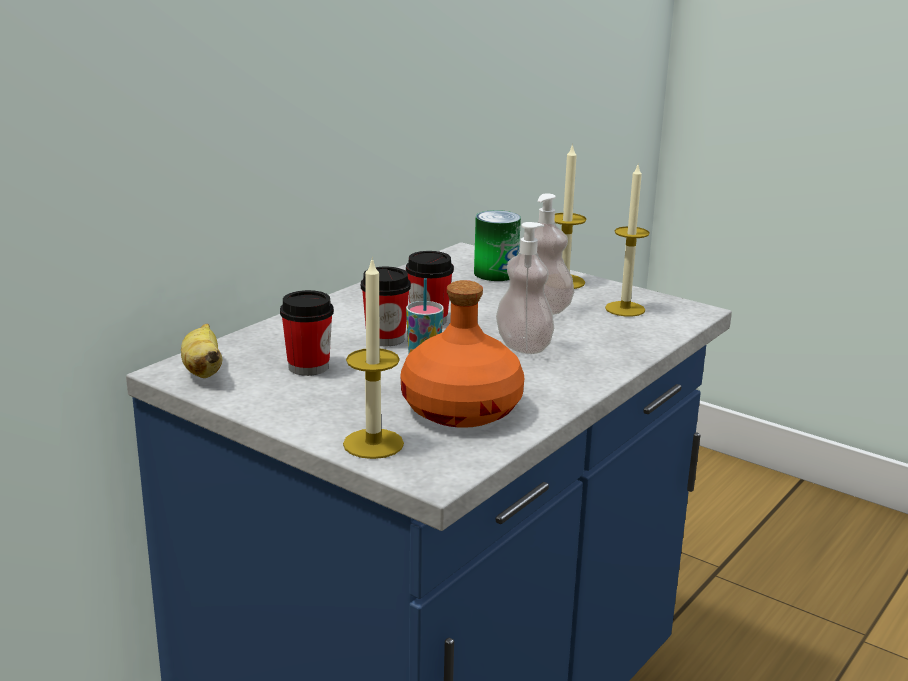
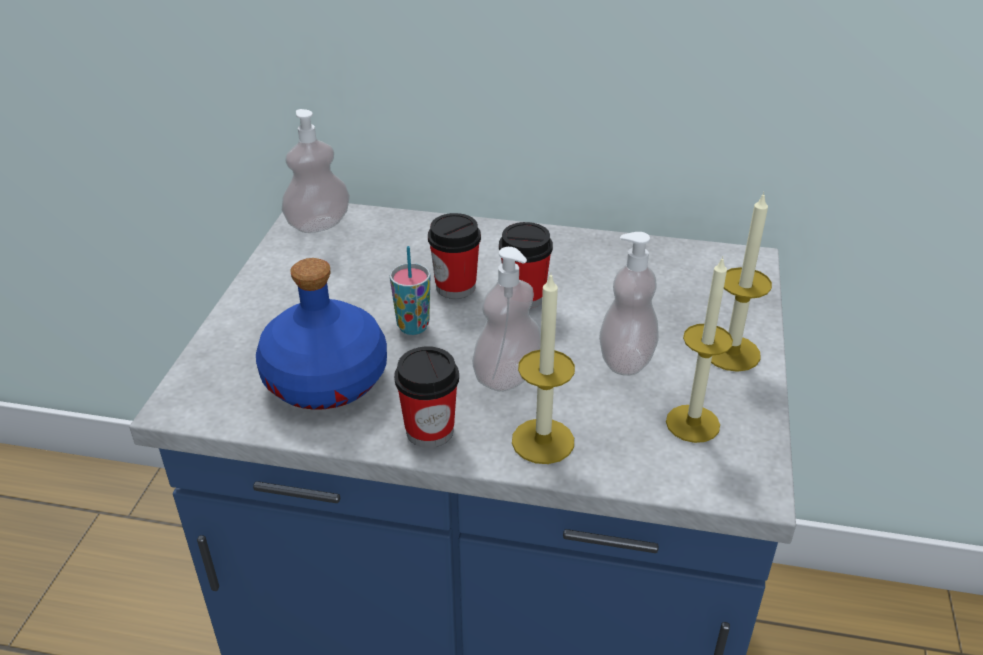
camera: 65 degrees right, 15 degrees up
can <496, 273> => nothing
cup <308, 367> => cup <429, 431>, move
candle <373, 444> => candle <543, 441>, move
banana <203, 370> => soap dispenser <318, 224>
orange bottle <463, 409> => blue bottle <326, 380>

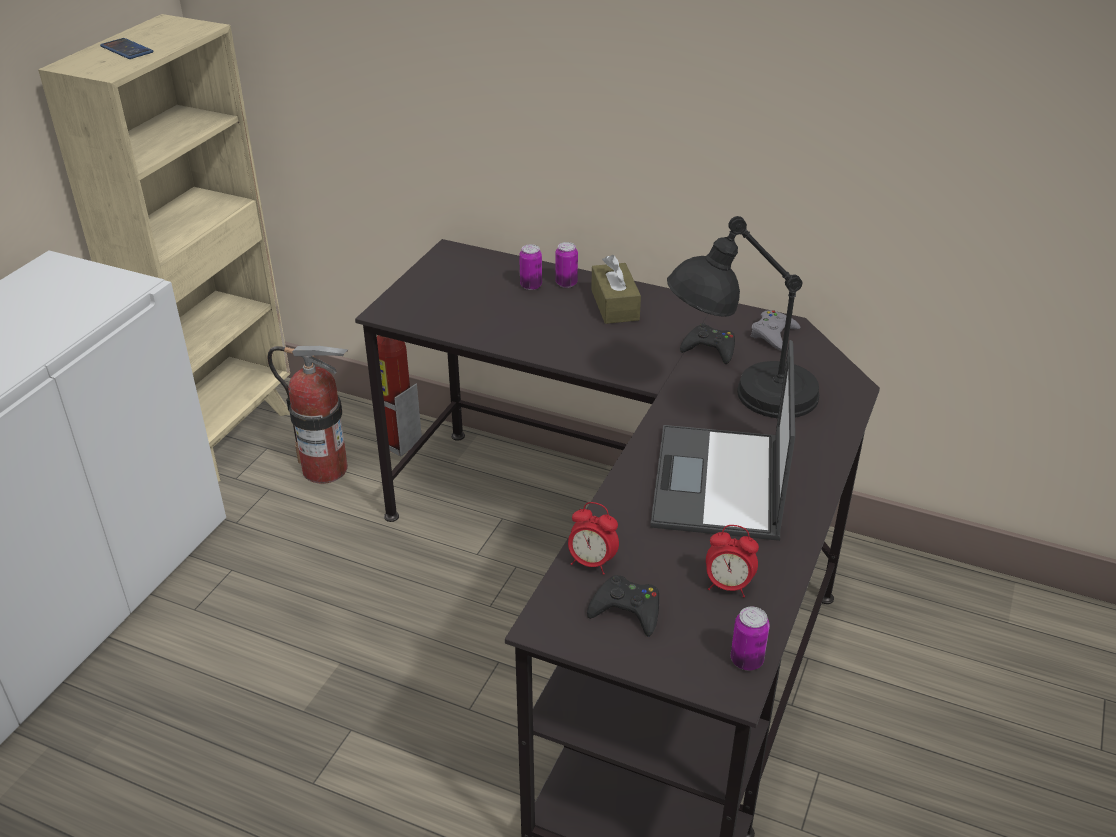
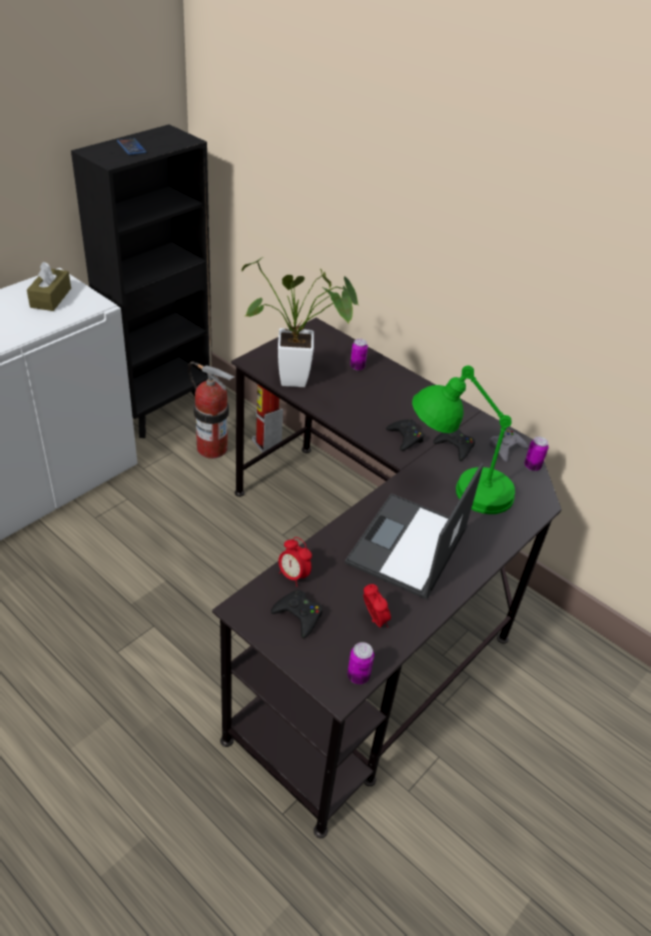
camera: 15 degrees right, 5 degrees up
nothing => potted plant <301, 381>
nothing => black game controller <405, 437>
can <566, 283> => can <532, 466>, move
brown tissue box <615, 305> => brown tissue box <51, 298>, move
beige bookcase <226, 435> => black bookcase <162, 408>
black table lamp <741, 398> => green table lamp <457, 489>
alarm clock <728, 586> => alarm clock <374, 620>, 150 degrees counterclockwise

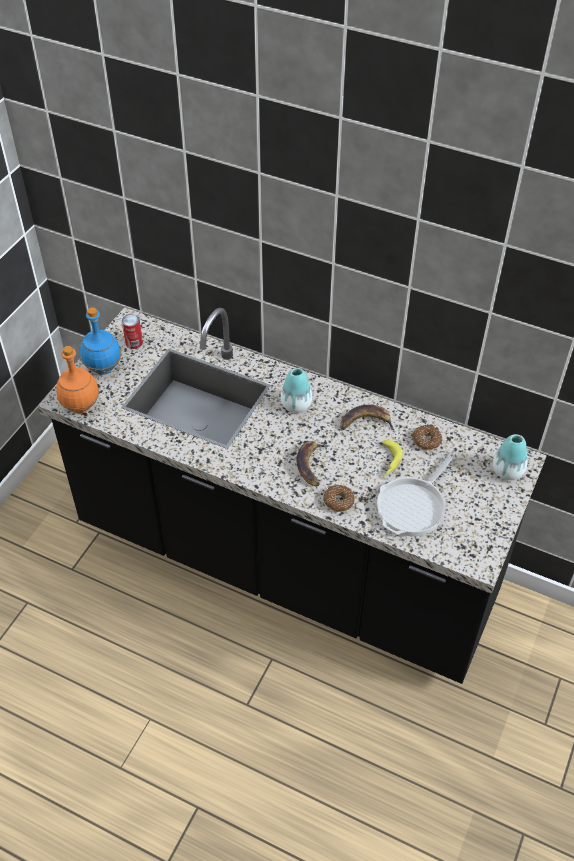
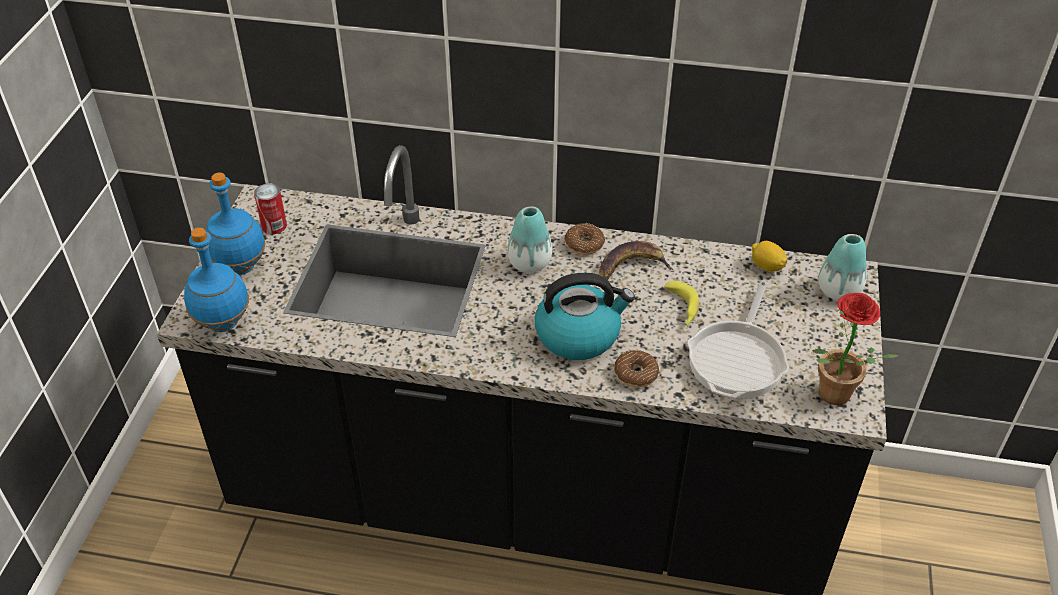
camera: 15 degrees left, 5 degrees down
nothing => lemon <766, 266>
nothing => potted plant <832, 398>
donut <426, 441> => donut <584, 244>, move
banana <310, 465> => kettle <579, 334>
orange bottle <81, 406> => blue bottle <224, 322>

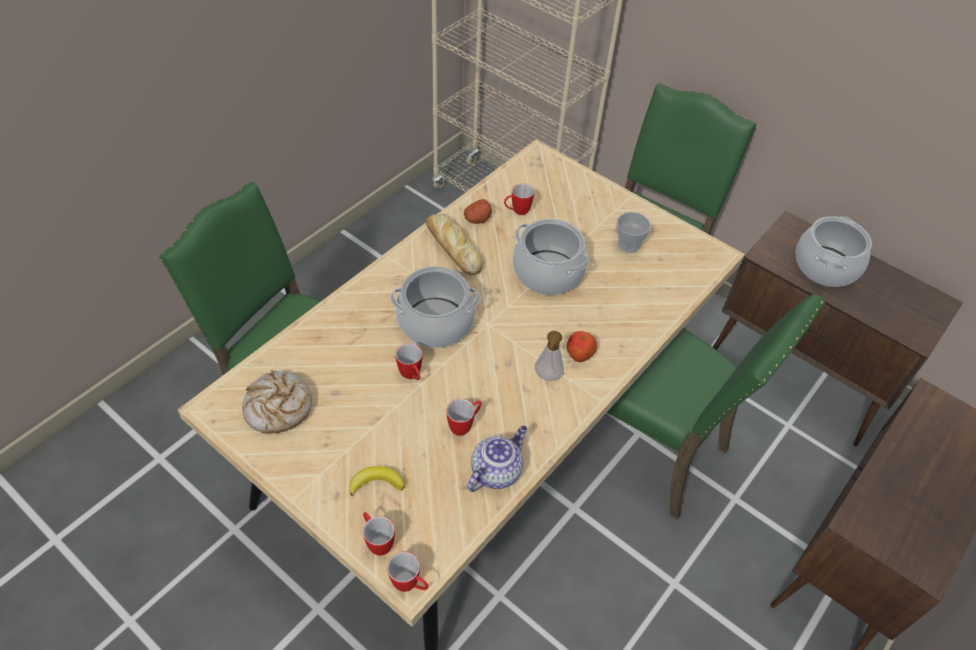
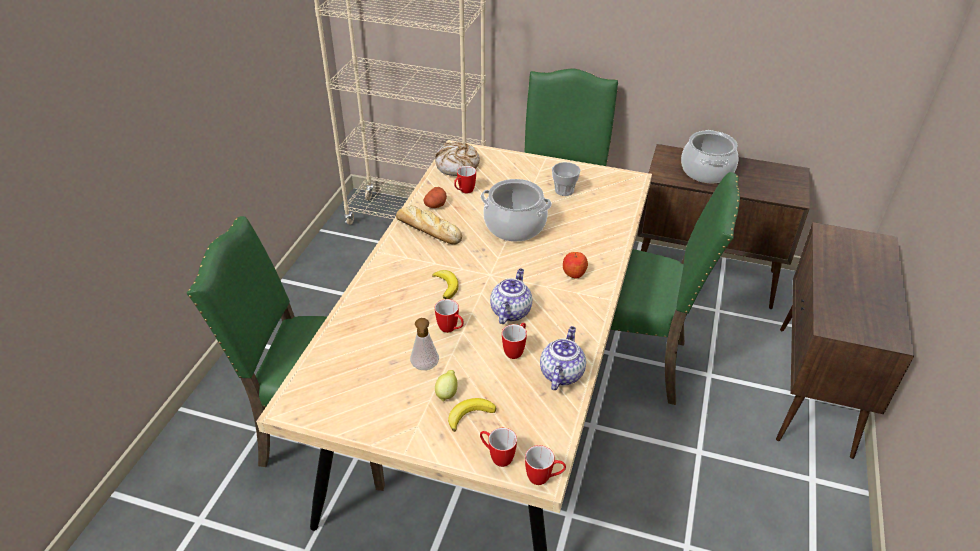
camera: 20 degrees left, 10 degrees down
nothing => lemon <447, 393>
nothing => teapot <510, 311>
bread <278, 408> => bread <457, 165>, move
soap dispenser <547, 377> => soap dispenser <425, 368>, move
cooking pot <435, 322> => banana <446, 286>

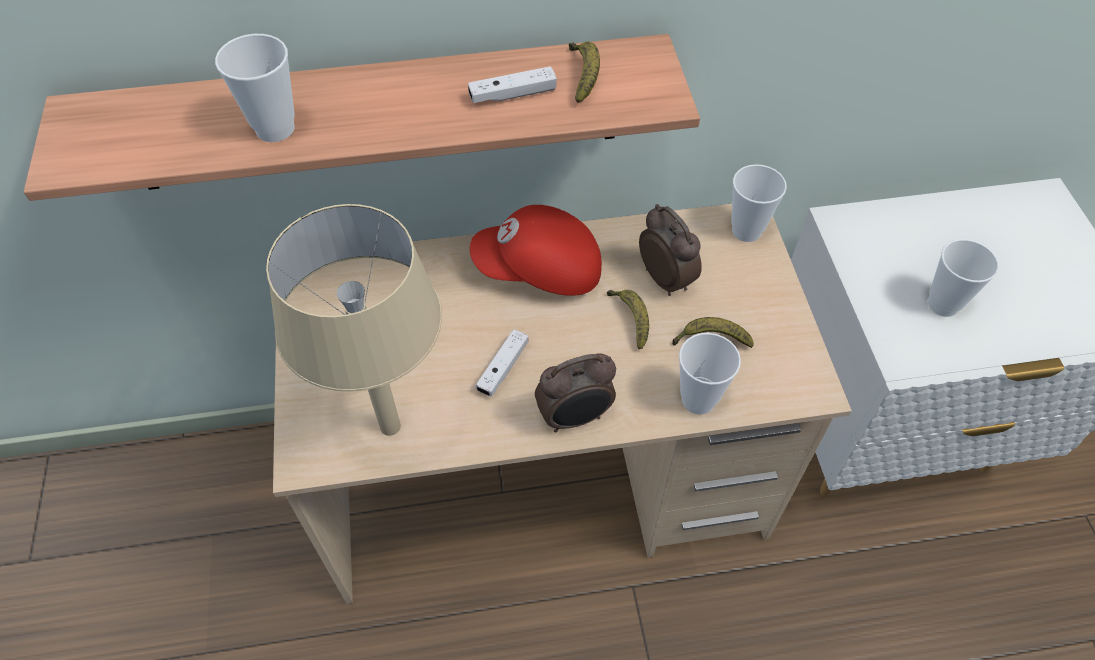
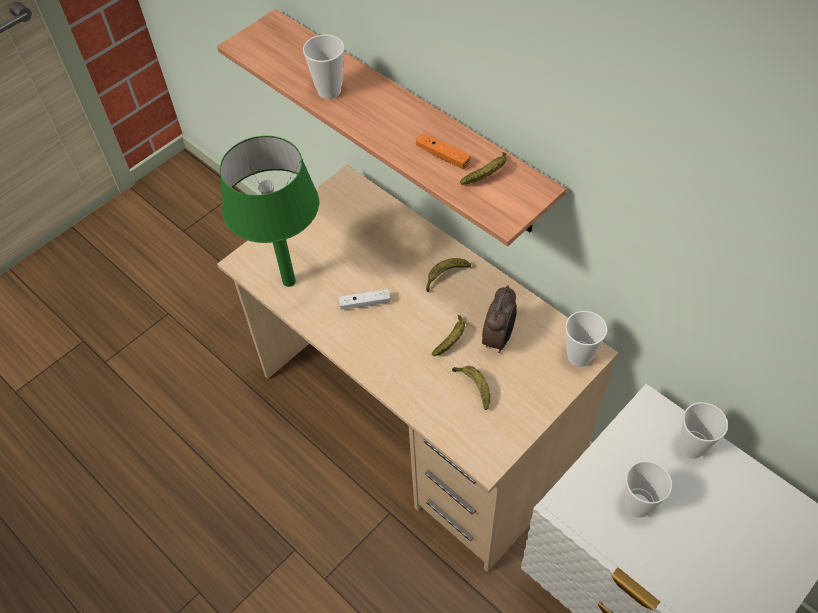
camera: 55 degrees right, 0 degrees up
alarm clock <575, 418> => nothing
cup <698, 400> => cup <691, 447>, move
red cap <540, 271> => banana <445, 276>
beige table lamp <391, 427> => green table lamp <289, 282>
white game controller <512, 94> => orange game controller <442, 156>

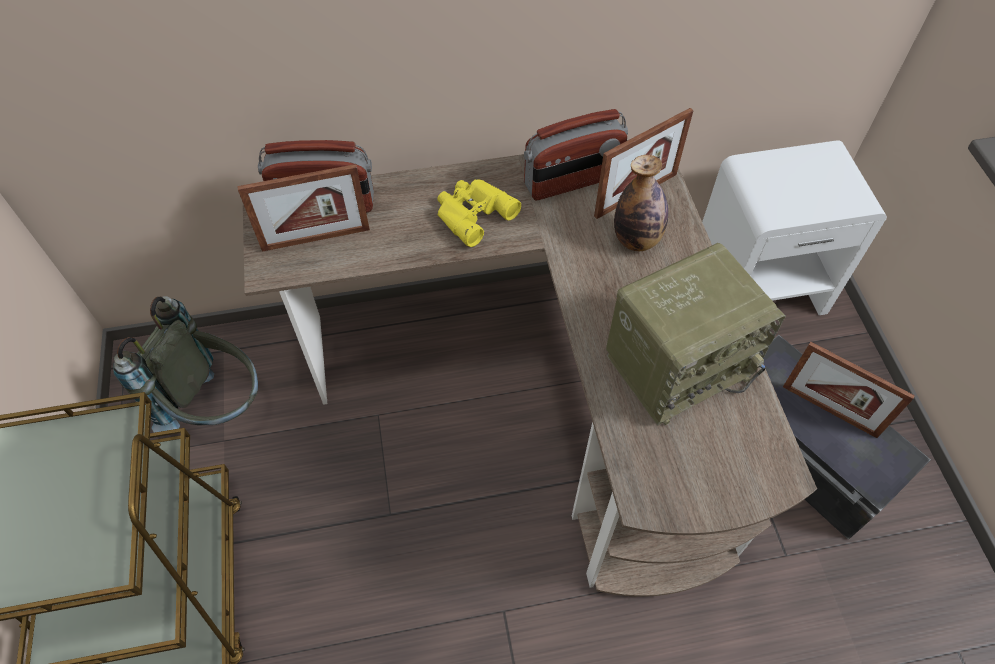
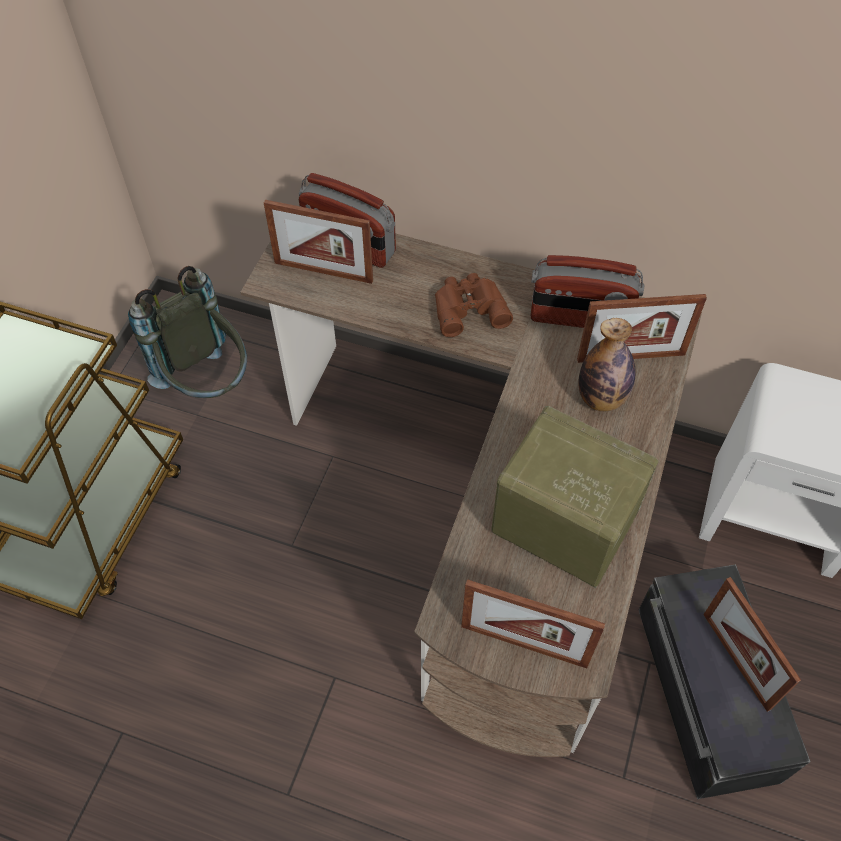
camera: 30 degrees right, 0 degrees up
nothing => picture frame <524, 645>
yellow binoculars <472, 213> => brown binoculars <468, 307>
radio <679, 363> => radio <560, 525>, 150 degrees counterclockwise

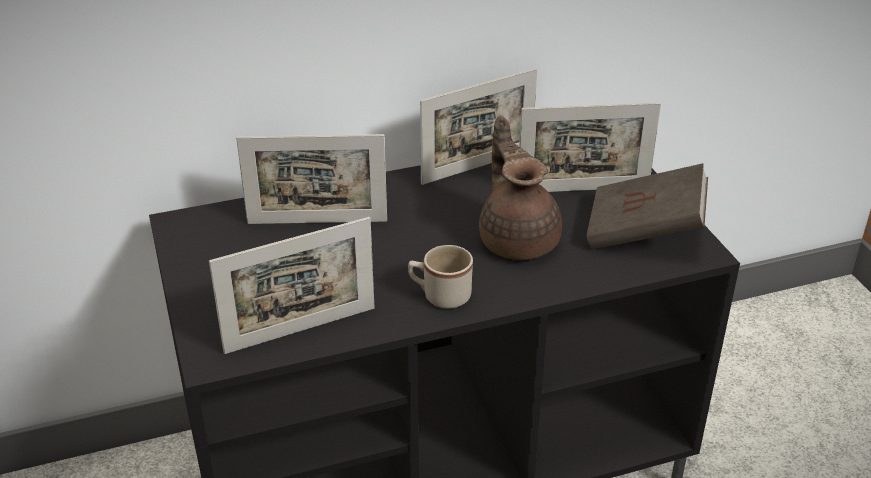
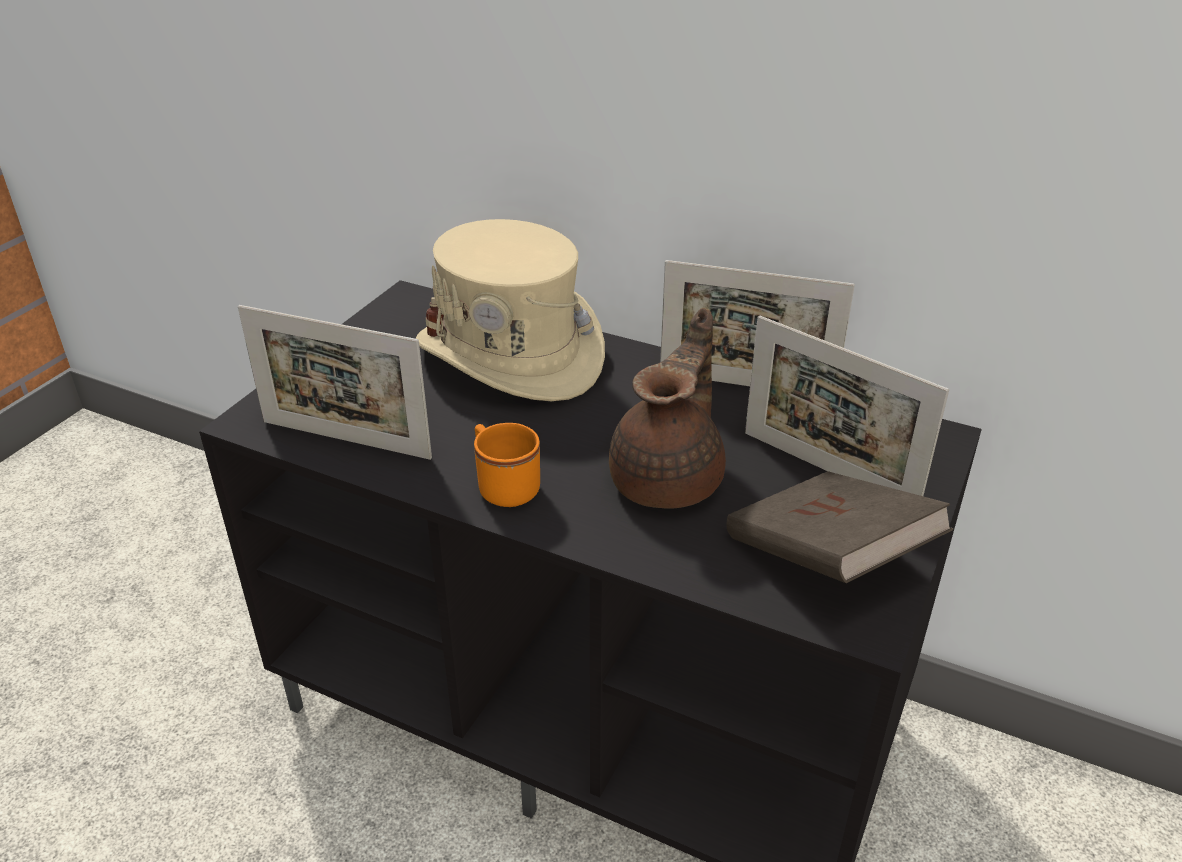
camera: 45 degrees right, 0 degrees up
picture frame <317, 222> => beige hat <511, 356>
beige mug <440, 296> => orange mug <504, 485>

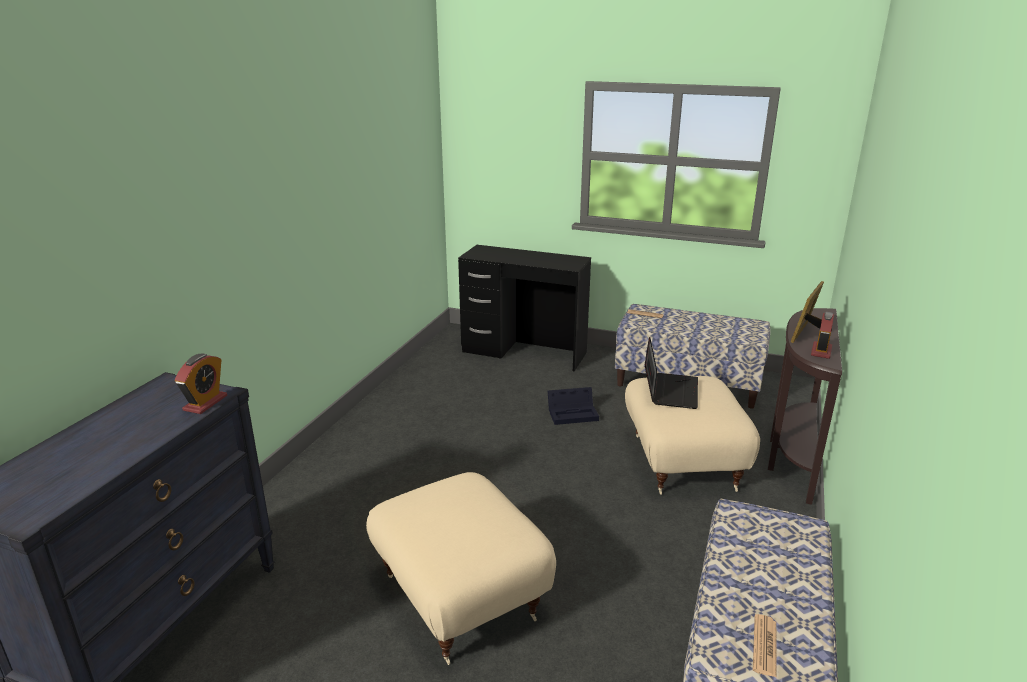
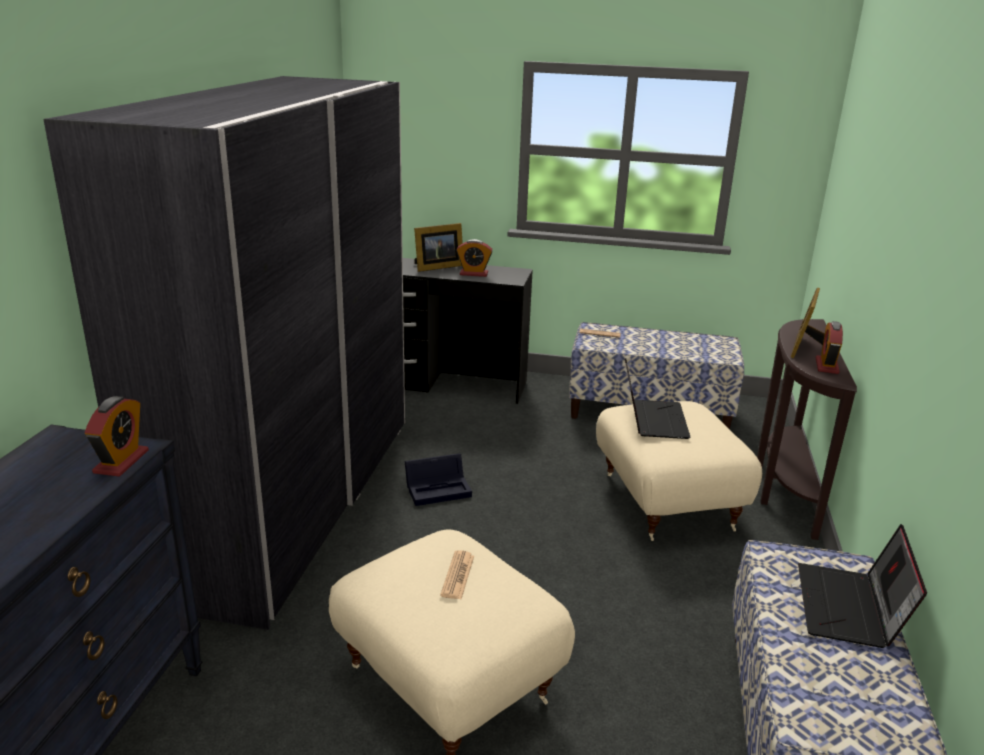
camera: 10 degrees left, 0 degrees up
nothing => grey wardrobe <293, 500>
nothing => picture frame <436, 267>
nothing => alarm clock <474, 274>
nothing => laptop <850, 609>
black storage box <573, 413> => black storage box <439, 489>, move
newspaper <764, 645> => newspaper <457, 575>, move

